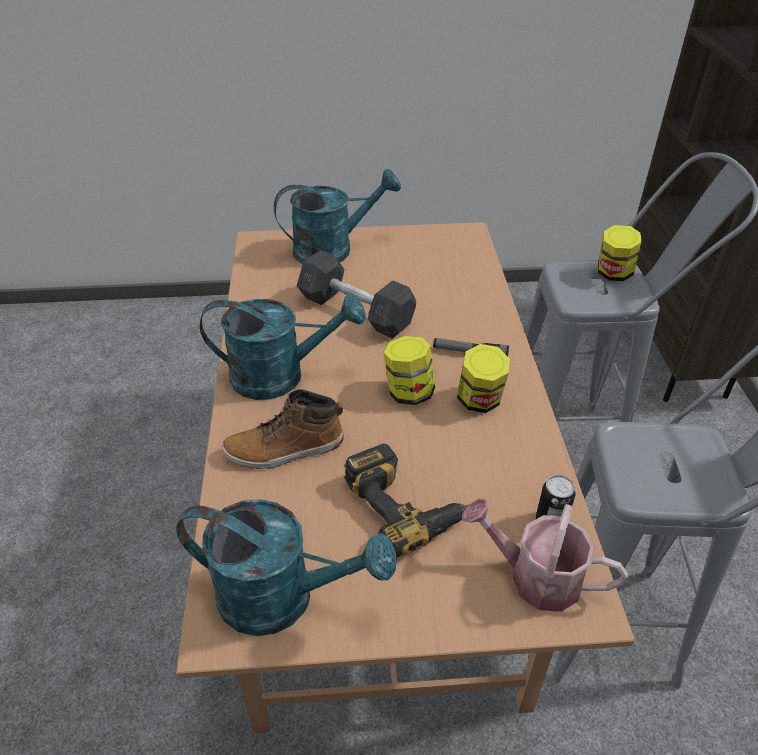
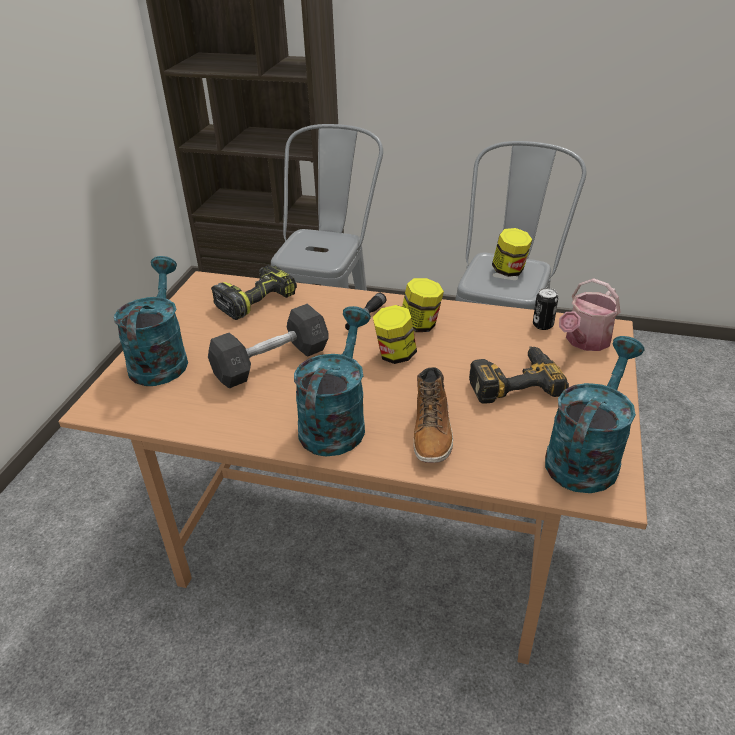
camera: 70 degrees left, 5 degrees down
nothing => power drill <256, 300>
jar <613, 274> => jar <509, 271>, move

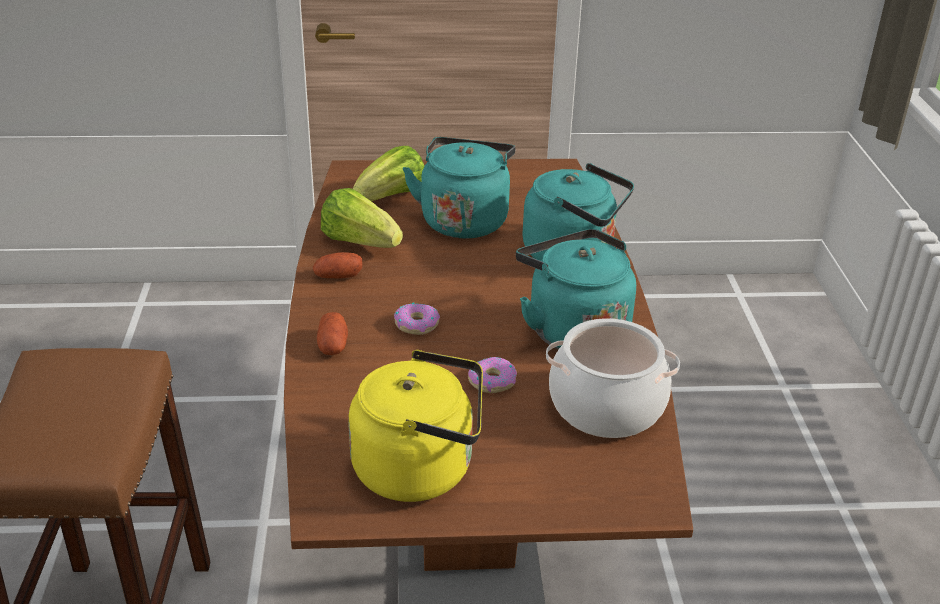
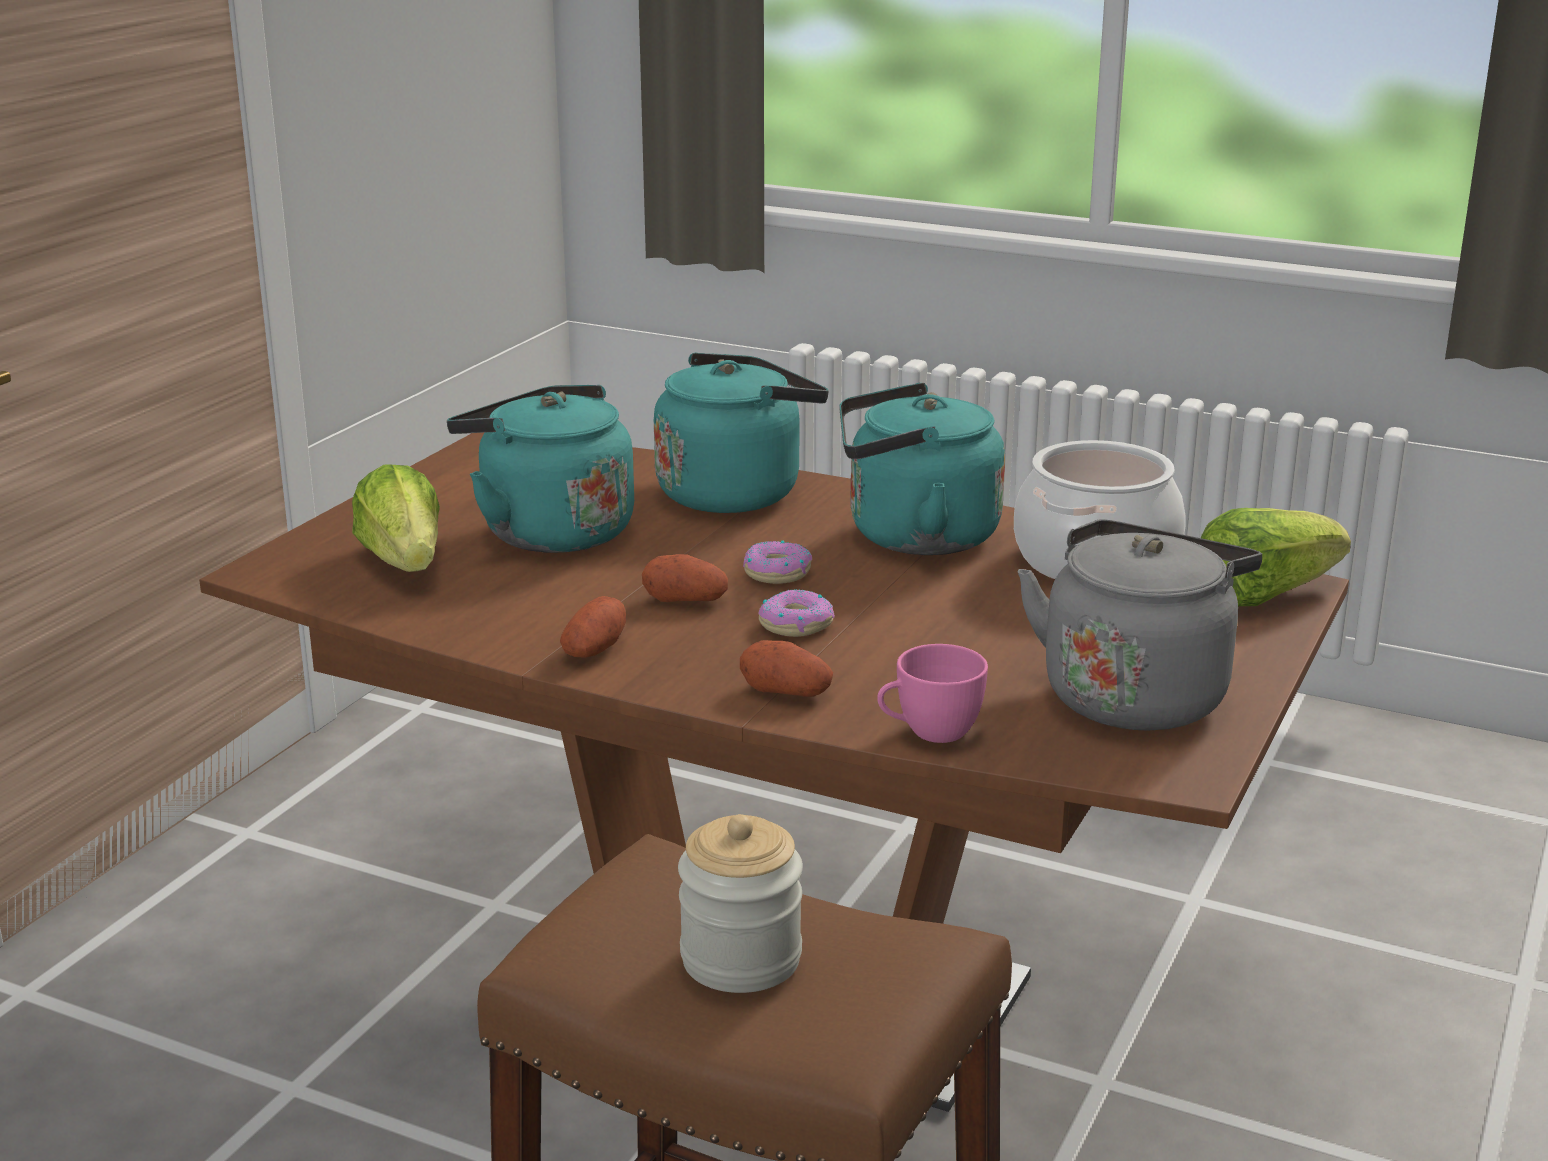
camera: 60 degrees left, 10 degrees down
nothing => potato <686, 600>
nothing => jar <741, 959>
nothing => pink cup <928, 733>
lettuce <360, 242> => lettuce <1263, 595>, move
donut <492, 381> => donut <776, 572>, move
yellow kettle <421, 468> => grey kettle <1136, 694>

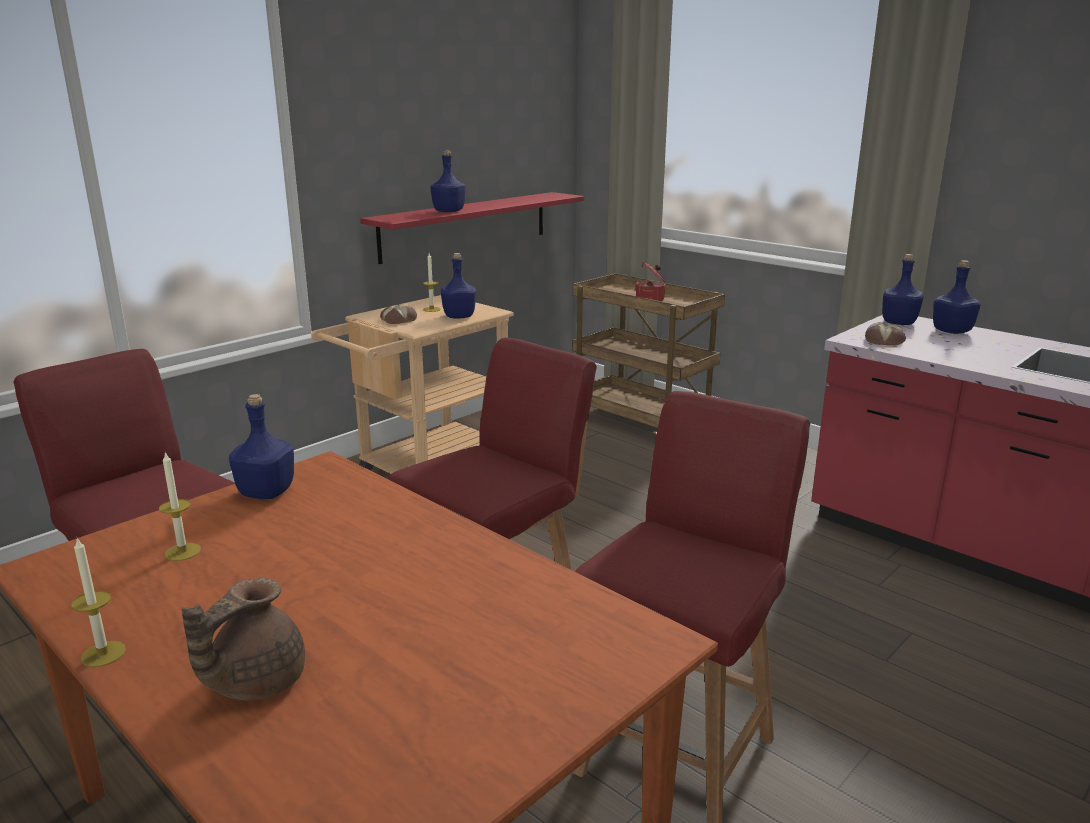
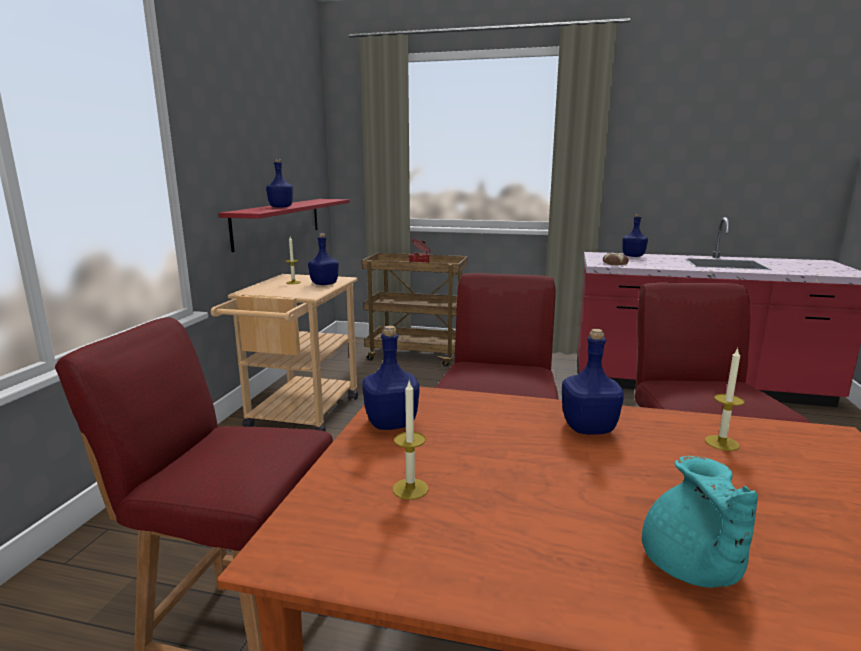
camera: 30 degrees left, 5 degrees down
bread <398, 320> => nothing
candle <103, 654> => candle <721, 443>, move
blue bottle <899, 322> => blue bottle <588, 427>, move
brown teapot <254, 682> => turquoise teapot <691, 568>

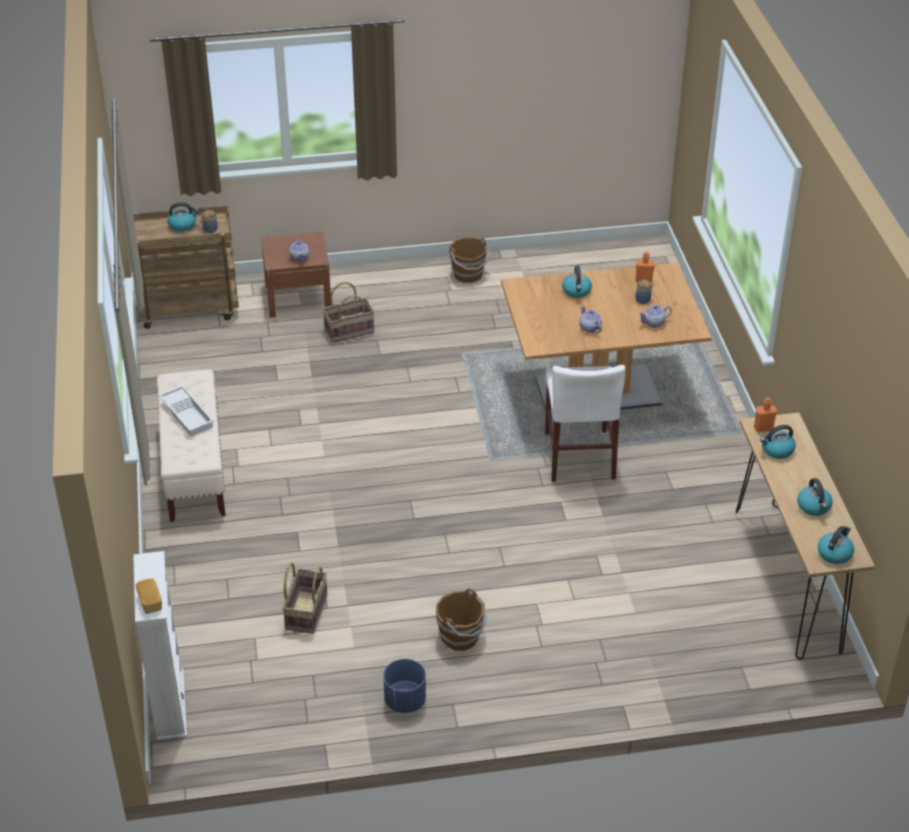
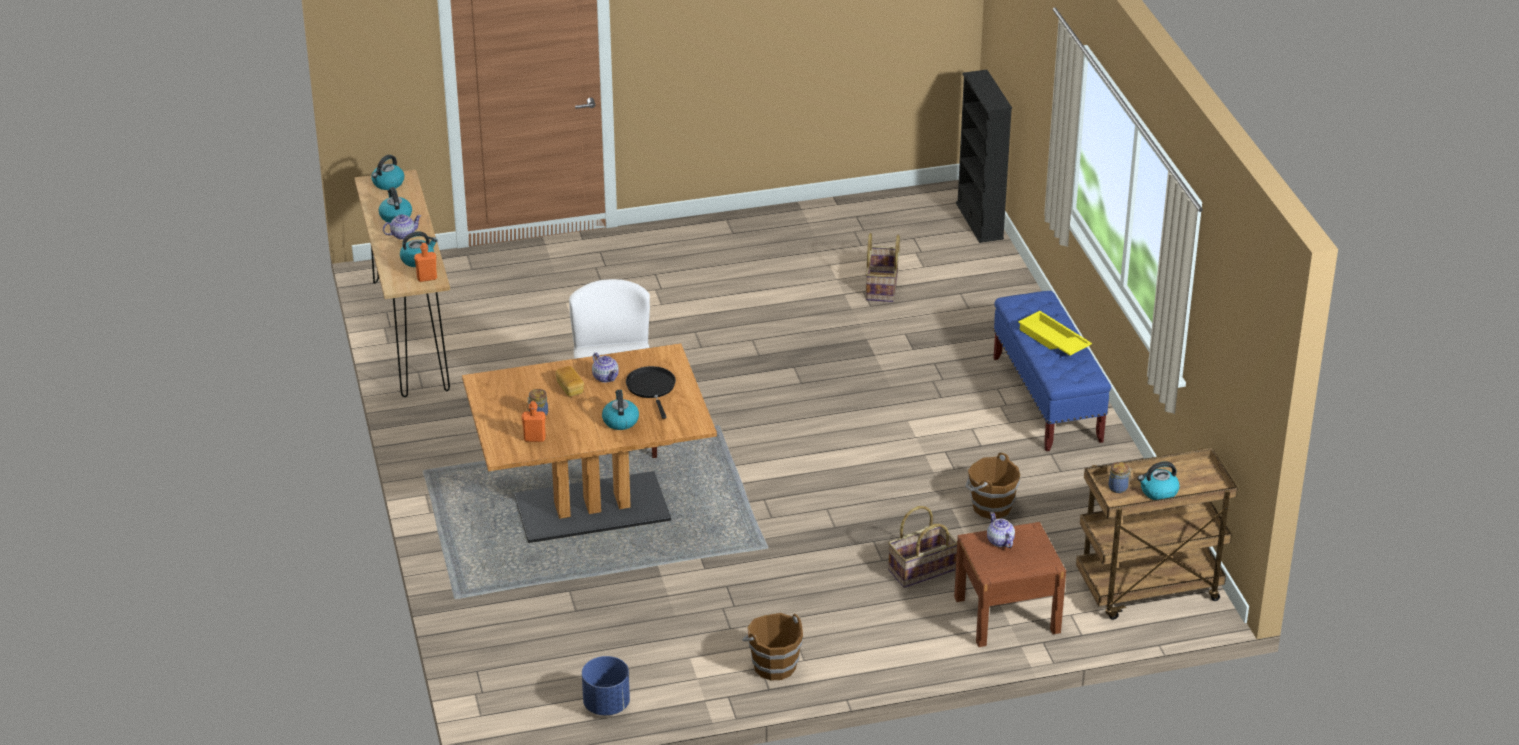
camera: 175 degrees right, 5 degrees down
nothing => black frying pan <652, 388>
bread <150, 602> => bread <570, 388>, move
blue planter <405, 701> => blue planter <606, 704>, move
brown bucket <461, 637> => brown bucket <990, 506>, move
teapot <654, 323> => teapot <402, 235>, move
white bookcase <170, 704> => black bookcase <979, 221>
beige bench <194, 469> => blue bench <1047, 400>
white tray <188, 414> => yellow tray <1052, 340>

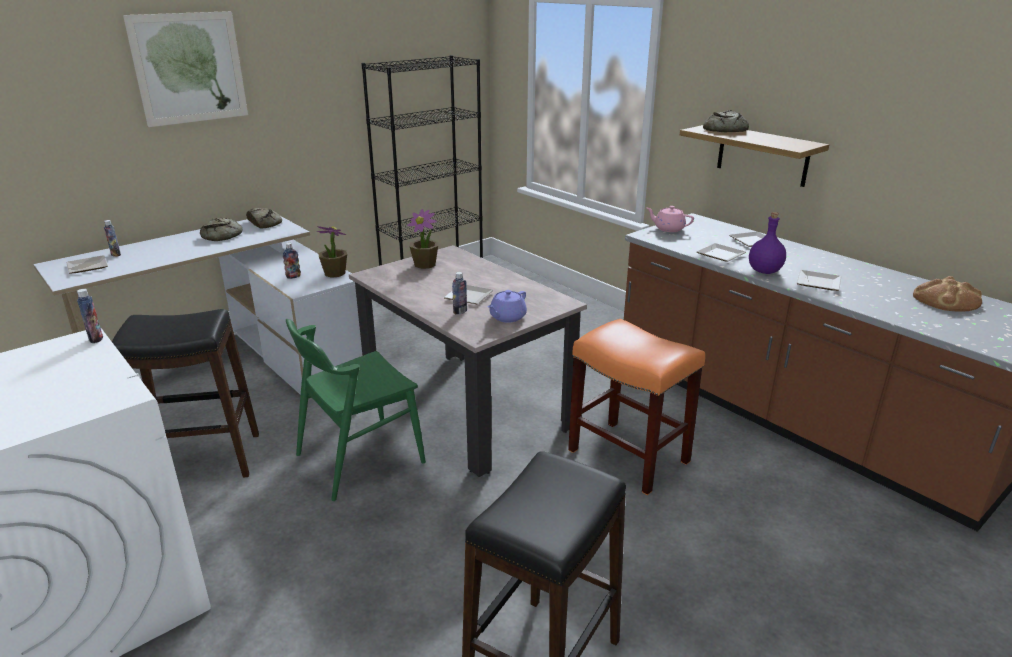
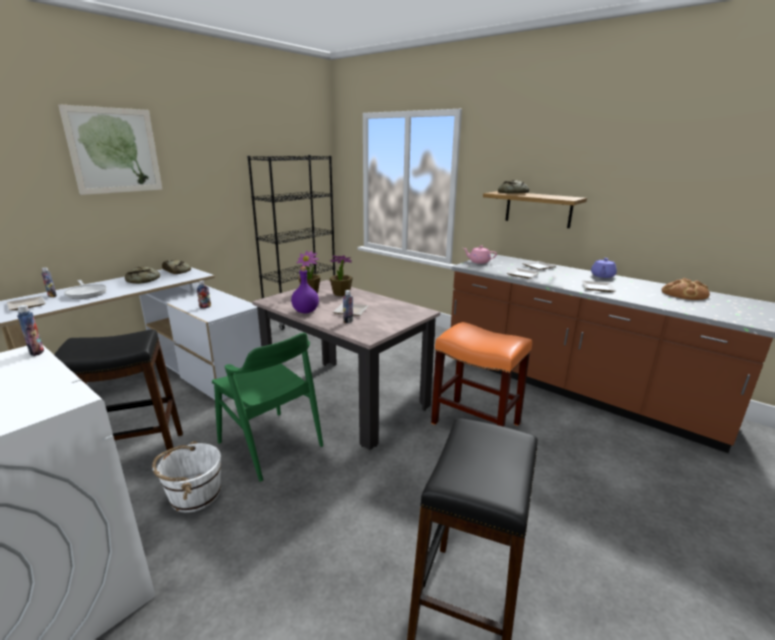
camera: 10 degrees left, 5 degrees down
nothing => frying pan <86, 293>
nothing => white bucket <194, 495>
potted plant <334, 273> => potted plant <341, 293>, move
purple teapot <507, 317> => purple teapot <602, 276>, move
purple bottle <765, 271> => purple bottle <306, 311>, move
green chair <359, 458> => green chair <270, 444>, 90 degrees counterclockwise

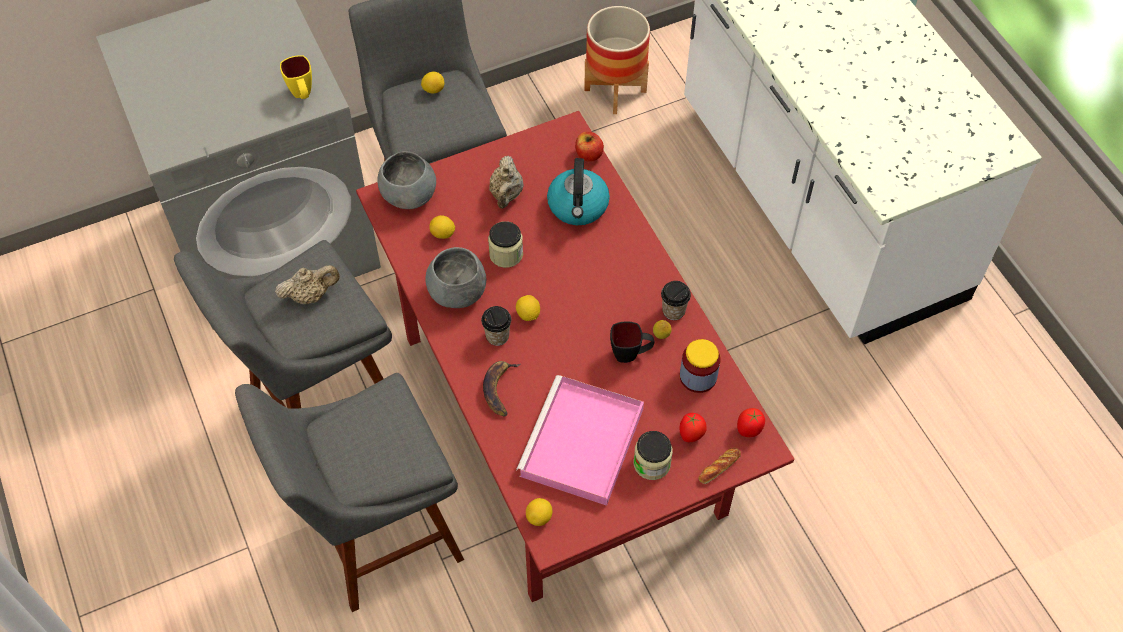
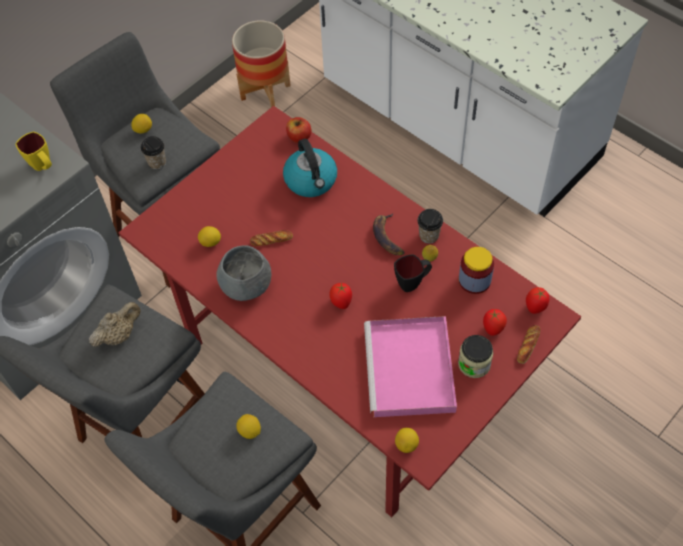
camera: 20 degrees left, 0 degrees up
grey bowl <409, 195> => nothing
beige teapot <506, 195> => nothing
nothing => tomato <341, 302>
cup <497, 336> => cup <157, 162>, move
banana <499, 389> => banana <387, 237>, move
lemon <528, 314> => lemon <249, 431>, move
jar <506, 254> => bread <271, 240>

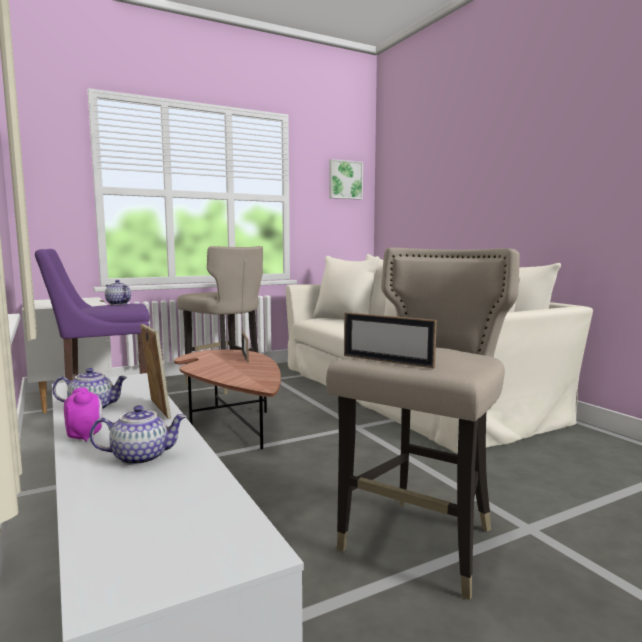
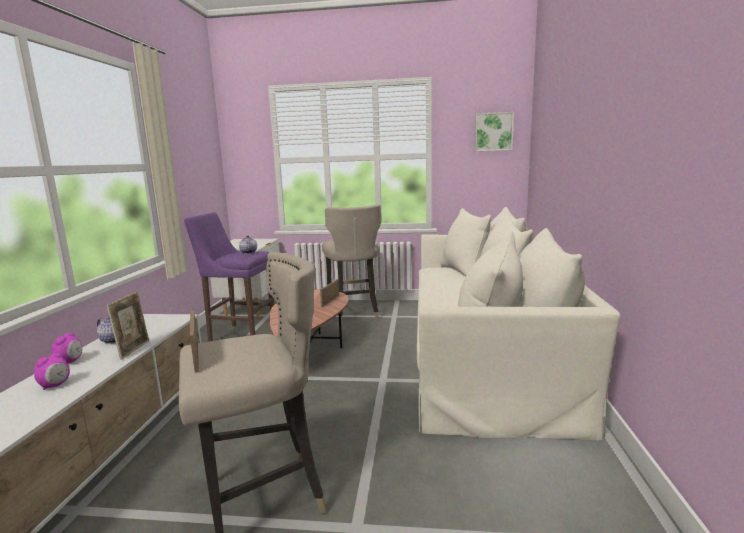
camera: 35 degrees right, 5 degrees up
teapot <141, 457> => alarm clock <55, 385>

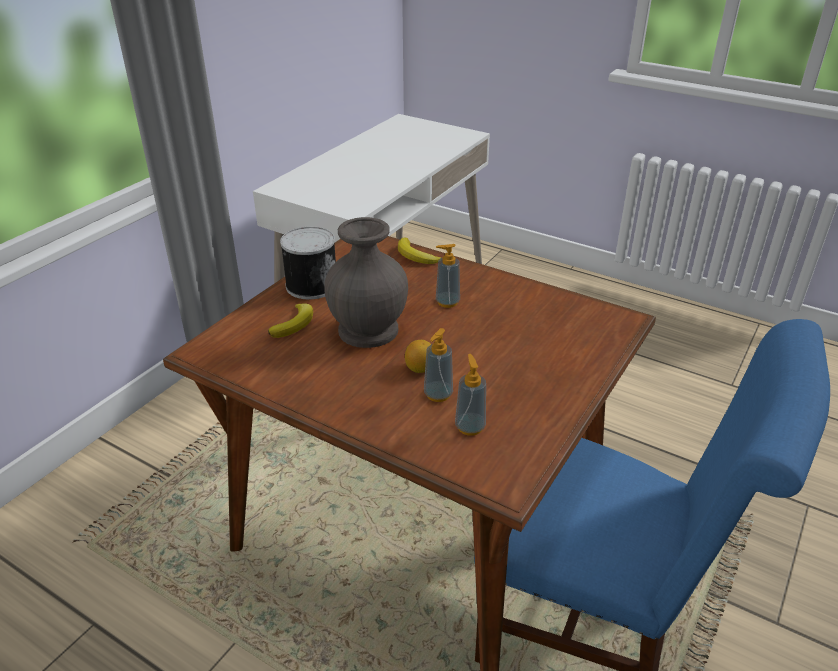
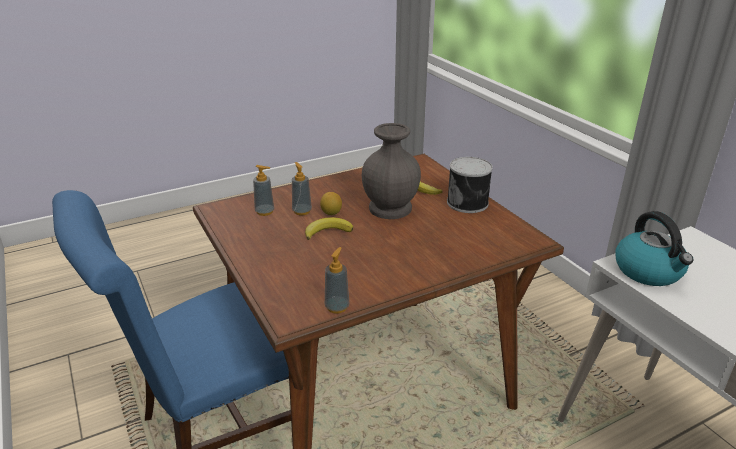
camera: 120 degrees right, 5 degrees down
nothing => kettle <649, 271>
banana <416, 256> => banana <327, 231>, move
soap dispenser <447, 302> => soap dispenser <337, 307>, move

